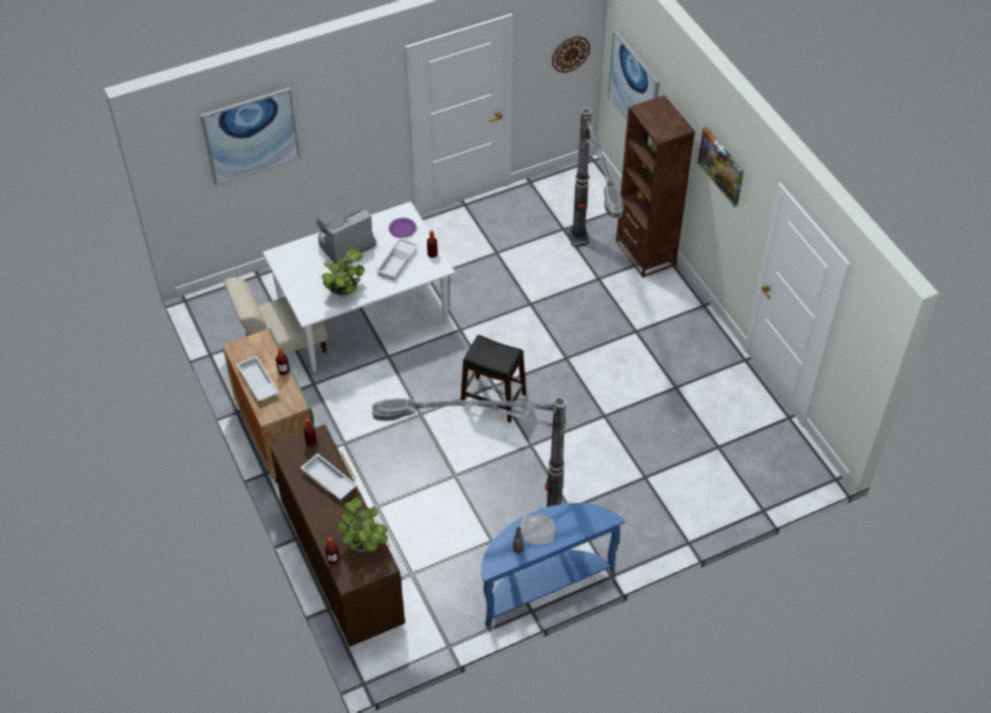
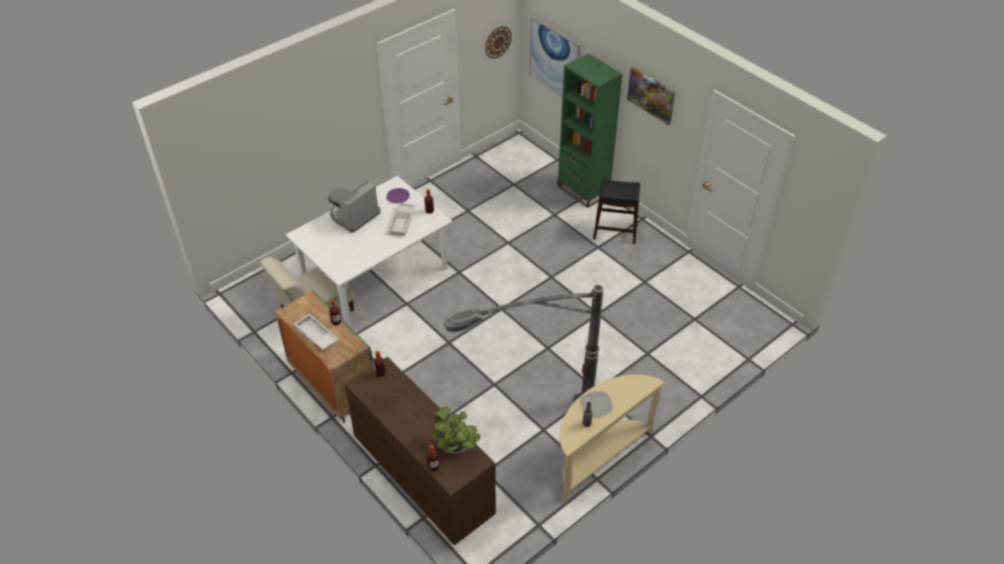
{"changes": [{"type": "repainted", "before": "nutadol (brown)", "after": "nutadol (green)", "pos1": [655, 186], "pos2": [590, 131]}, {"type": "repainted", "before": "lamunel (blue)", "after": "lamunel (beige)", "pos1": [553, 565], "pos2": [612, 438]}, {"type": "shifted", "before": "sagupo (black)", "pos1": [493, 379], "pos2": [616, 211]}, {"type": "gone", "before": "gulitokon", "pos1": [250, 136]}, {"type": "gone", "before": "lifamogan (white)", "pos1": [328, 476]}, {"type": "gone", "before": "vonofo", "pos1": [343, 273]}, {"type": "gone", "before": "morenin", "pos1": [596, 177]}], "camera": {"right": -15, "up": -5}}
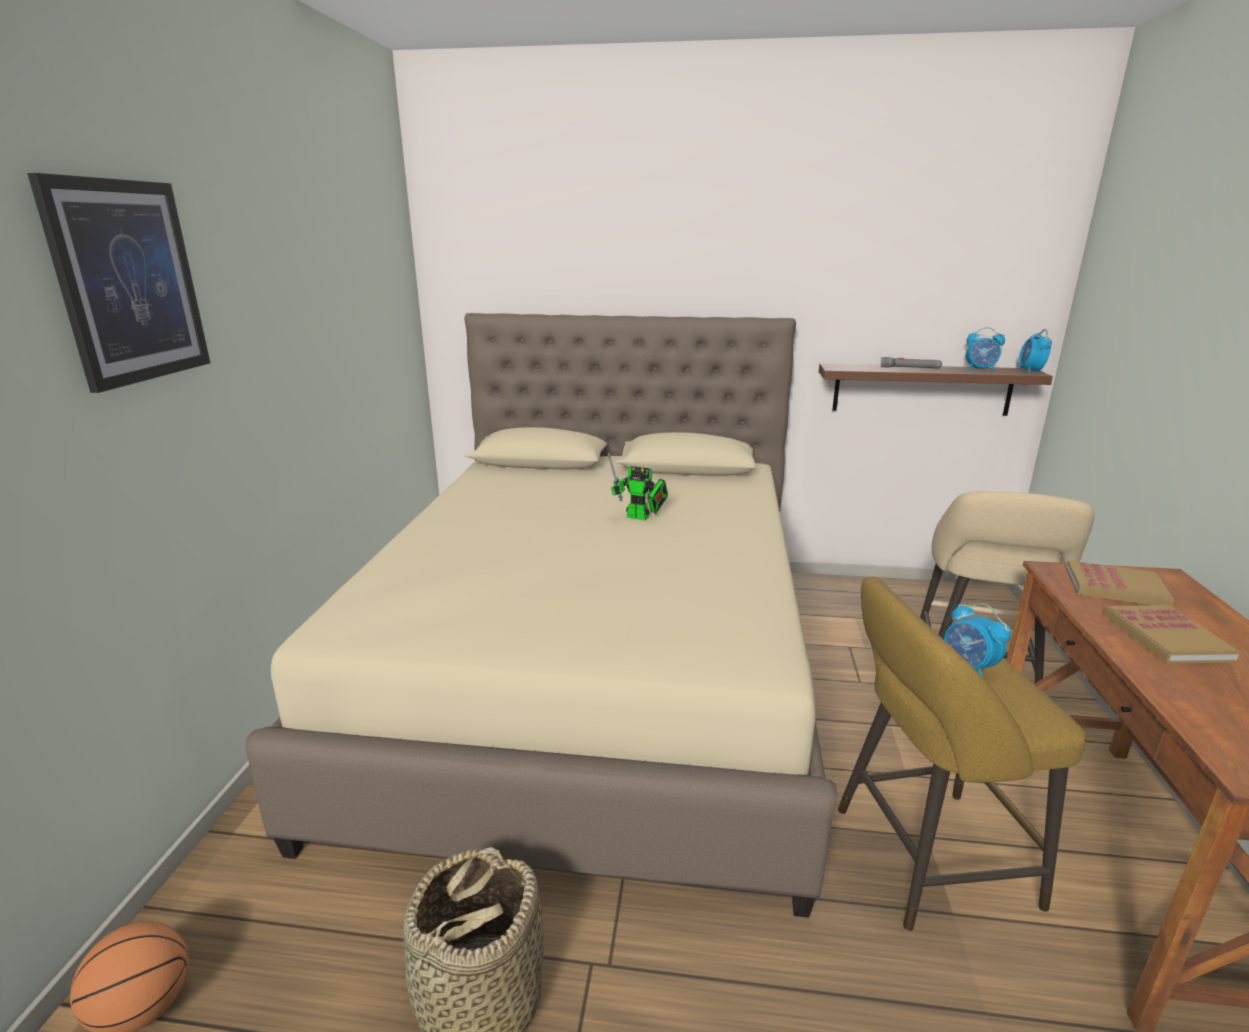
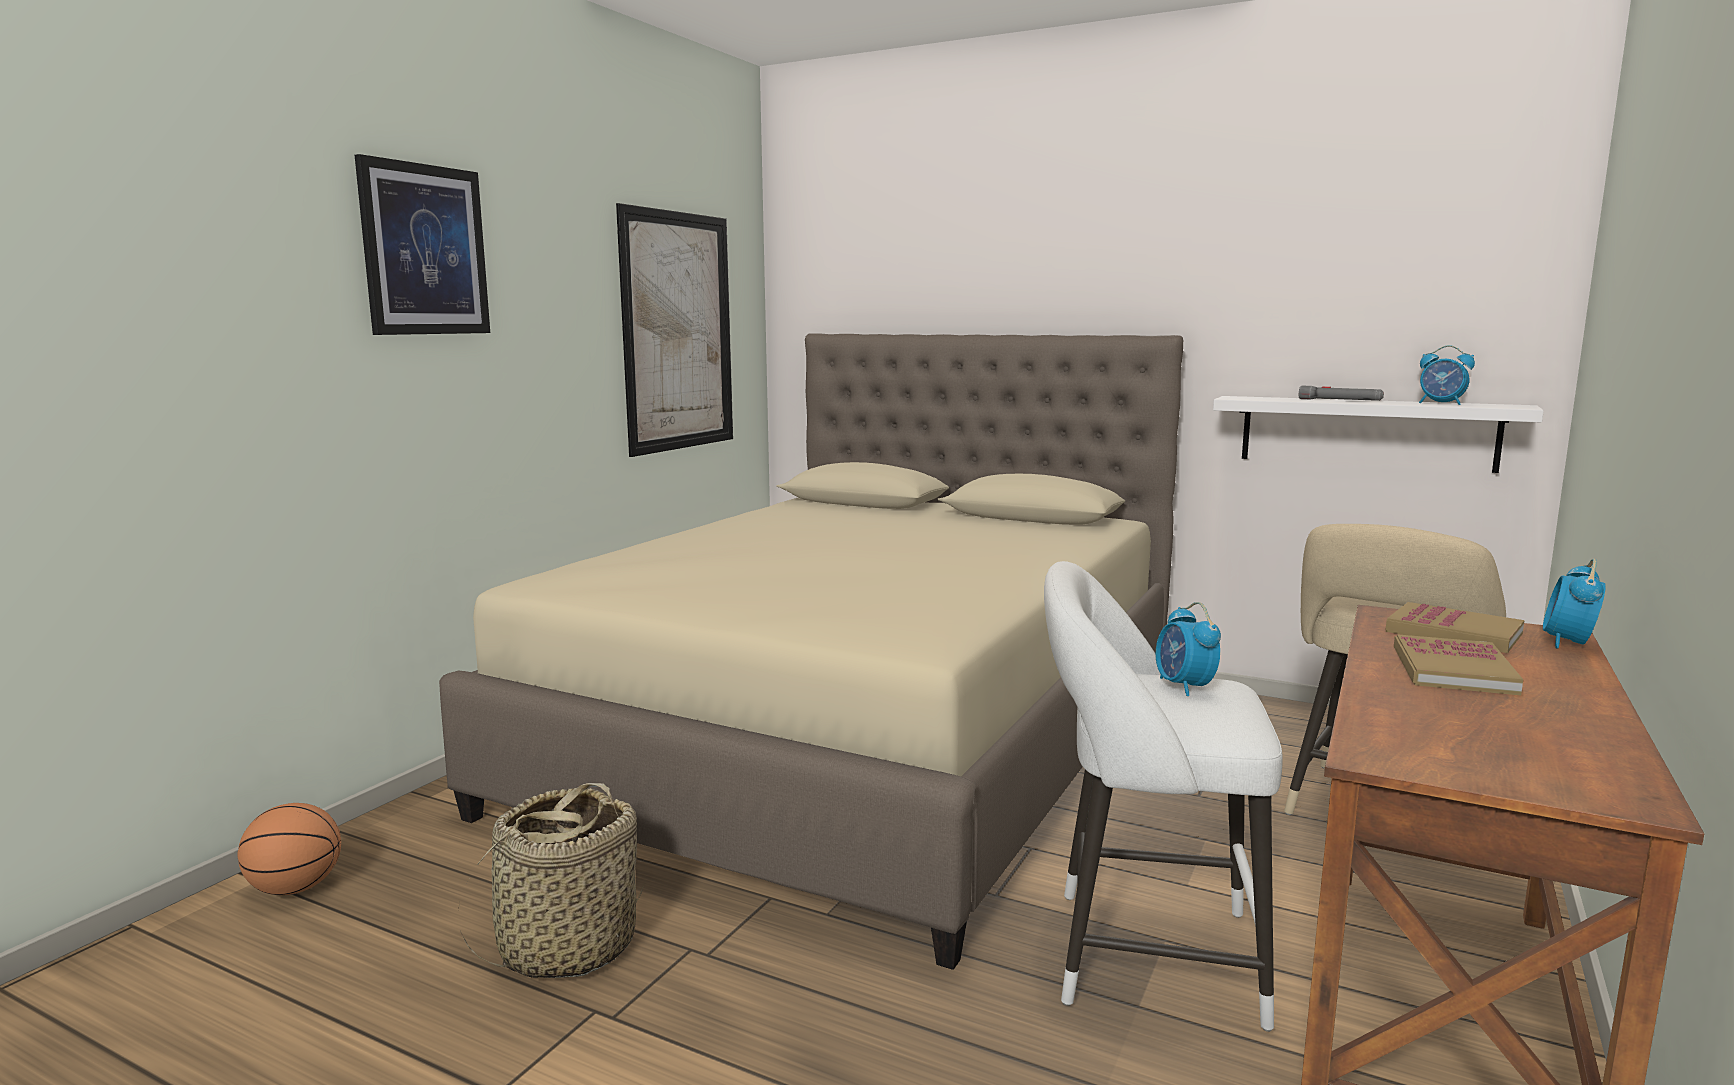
{"changes": [{"type": "new", "after": "gulitokon", "pos2": [674, 330]}, {"type": "repainted", "before": "sagupo (yellow)", "after": "sagupo (white)", "pos1": [962, 753], "pos2": [1163, 796]}, {"type": "repainted", "before": "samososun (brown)", "after": "samososun (white)", "pos1": [936, 390], "pos2": [1378, 434]}, {"type": "shifted", "before": "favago", "pos1": [1035, 351], "pos2": [1574, 603]}, {"type": "gone", "before": "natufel", "pos1": [638, 486]}], "camera": {"right": 20, "up": -10}}
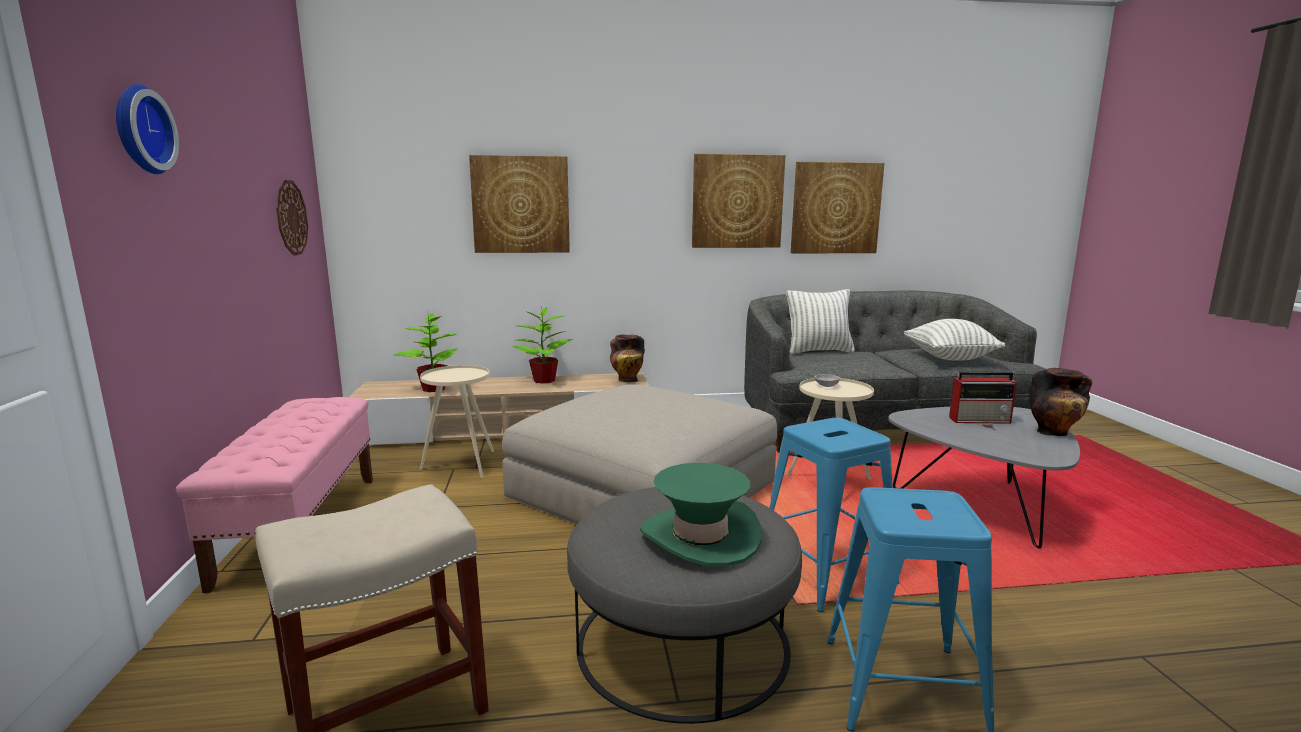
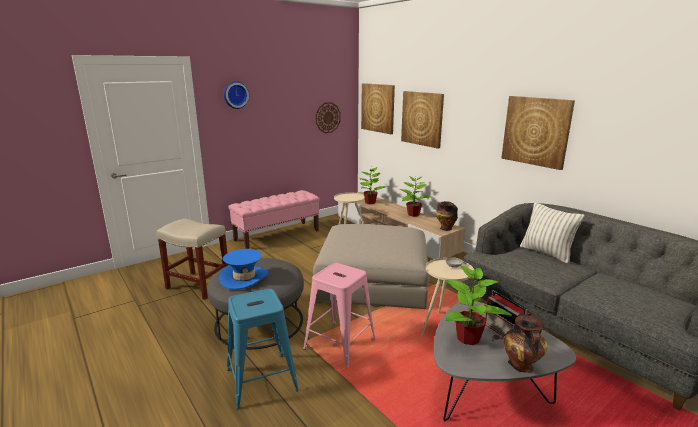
{"changes": [{"type": "repainted", "before": "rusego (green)", "after": "rusego (blue)", "pos1": [701, 514], "pos2": [244, 269]}, {"type": "repainted", "before": "sagupo (blue)", "after": "sagupo (pink)", "pos1": [834, 515], "pos2": [339, 315]}, {"type": "shifted", "before": "gulitokon", "pos1": [837, 208], "pos2": [378, 108]}, {"type": "new", "after": "vonofo", "pos2": [478, 305]}, {"type": "gone", "before": "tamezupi", "pos1": [954, 340]}], "camera": {"right": 60, "up": 5}}
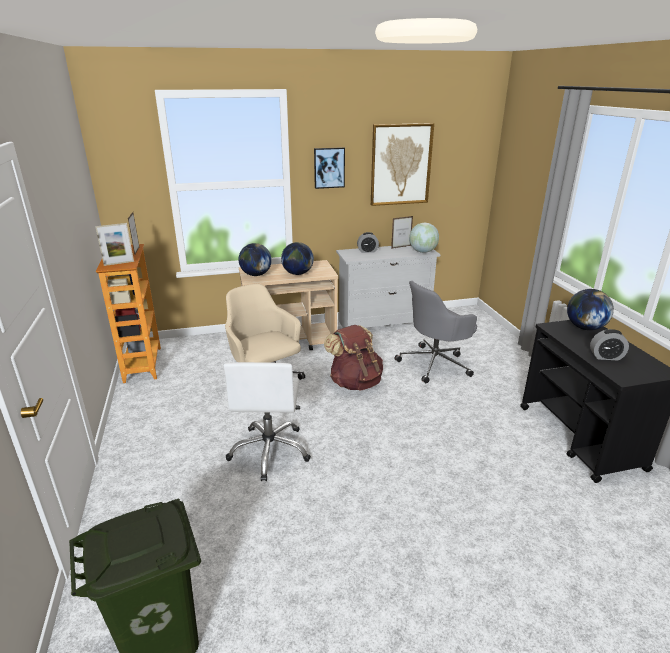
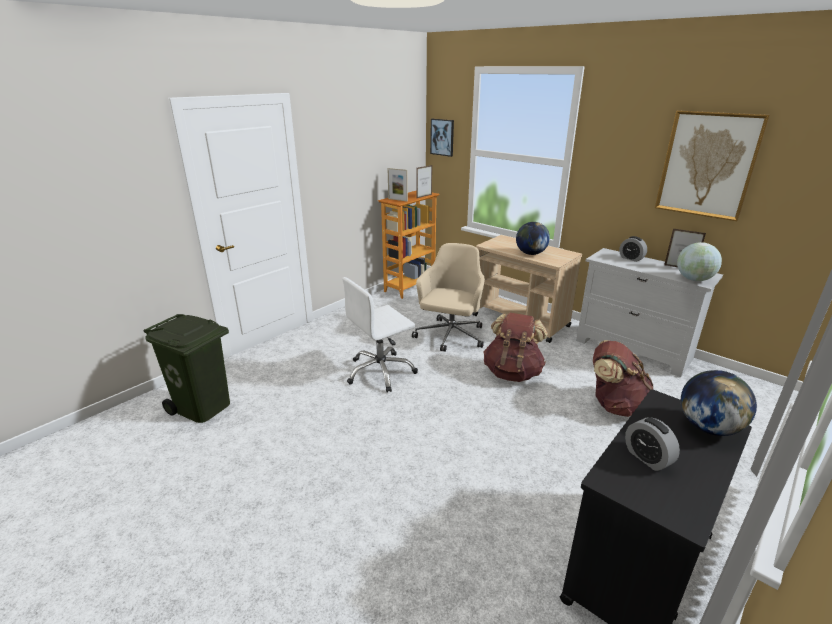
{"changes": [{"type": "shifted", "before": "gulitokon", "pos1": [329, 168], "pos2": [442, 138]}, {"type": "swapped", "before": "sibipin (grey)", "after": "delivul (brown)", "pos1": [435, 332], "pos2": [623, 378]}, {"type": "gone", "before": "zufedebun", "pos1": [255, 259]}], "camera": {"right": 55, "up": 0}}
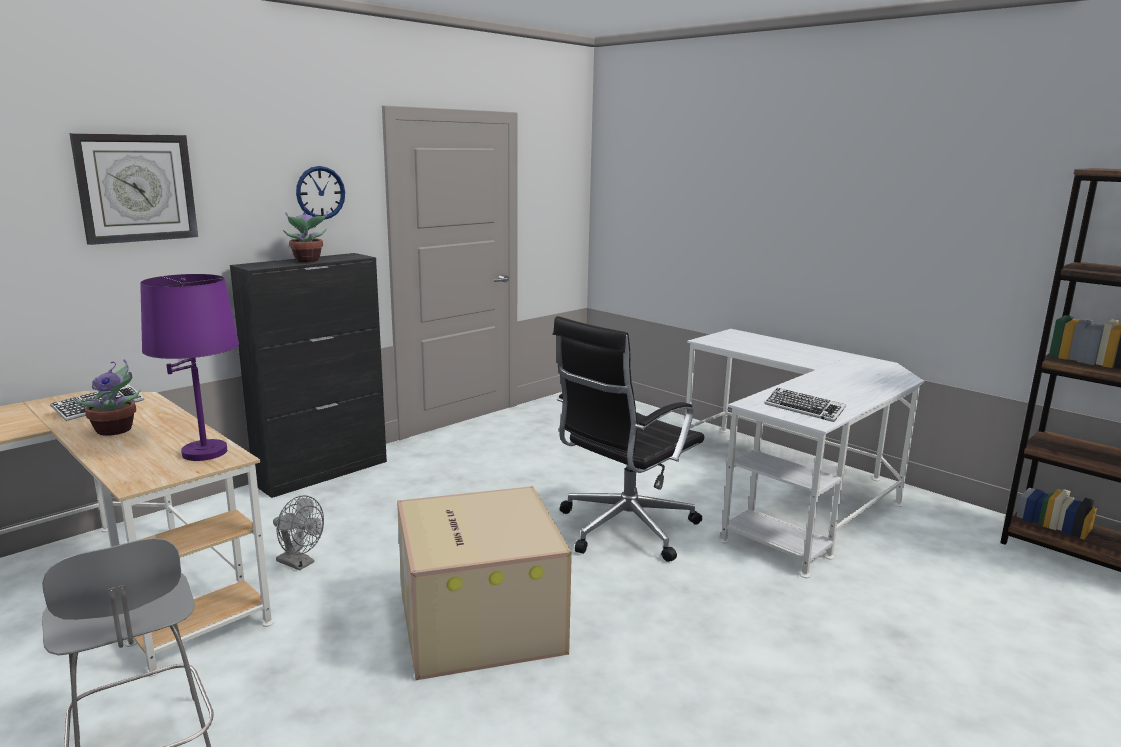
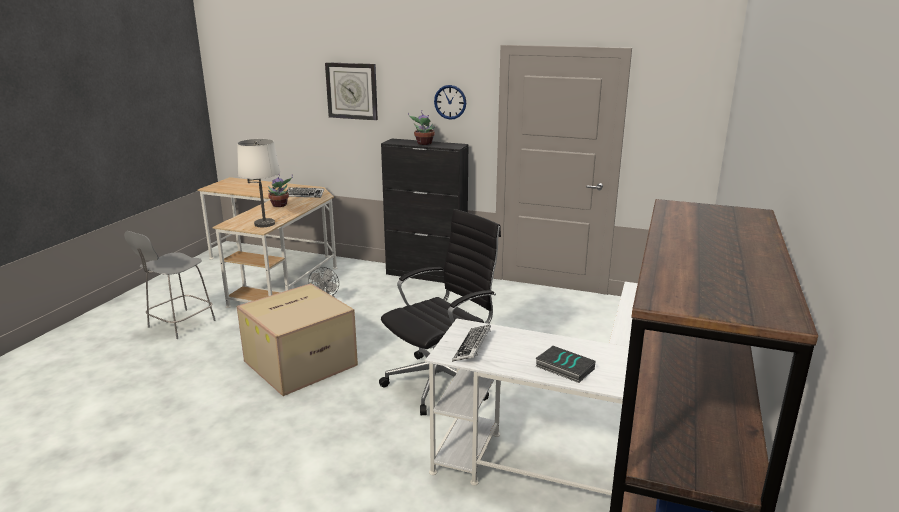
{"changes": [{"type": "repainted", "before": "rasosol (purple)", "after": "rasosol (white)", "pos1": [189, 367], "pos2": [258, 183]}, {"type": "rotated", "before": "sibipin (black)", "pos1": [628, 439], "pos2": [440, 312], "turn": 120}, {"type": "new", "after": "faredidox", "pos2": [566, 364]}], "camera": {"right": 65, "up": 5}}
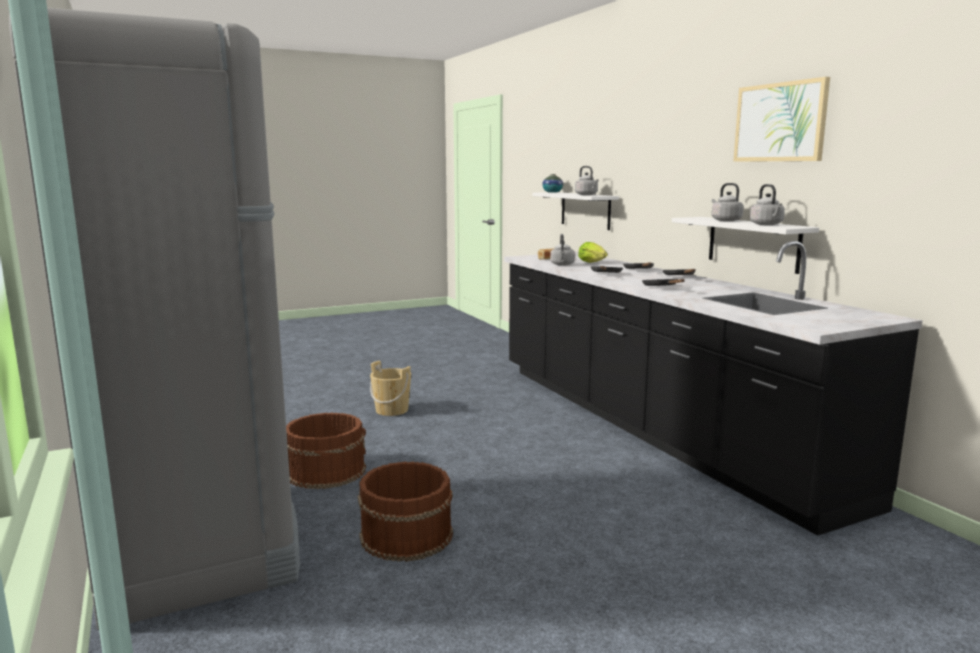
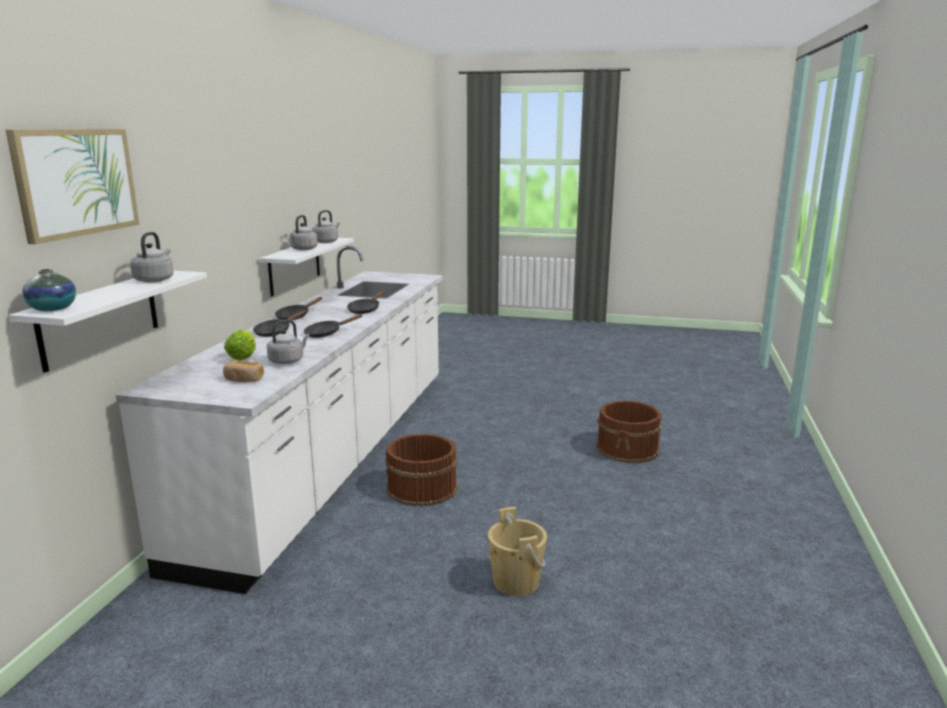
{"changes": [{"type": "shifted", "before": "gulitokon", "pos1": [781, 119], "pos2": [72, 186]}, {"type": "repainted", "before": "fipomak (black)", "after": "fipomak (white)", "pos1": [713, 388], "pos2": [279, 420]}, {"type": "shifted", "before": "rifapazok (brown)", "pos1": [326, 451], "pos2": [421, 470]}, {"type": "gone", "before": "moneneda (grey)", "pos1": [154, 319]}], "camera": {"right": -140, "up": 5}}
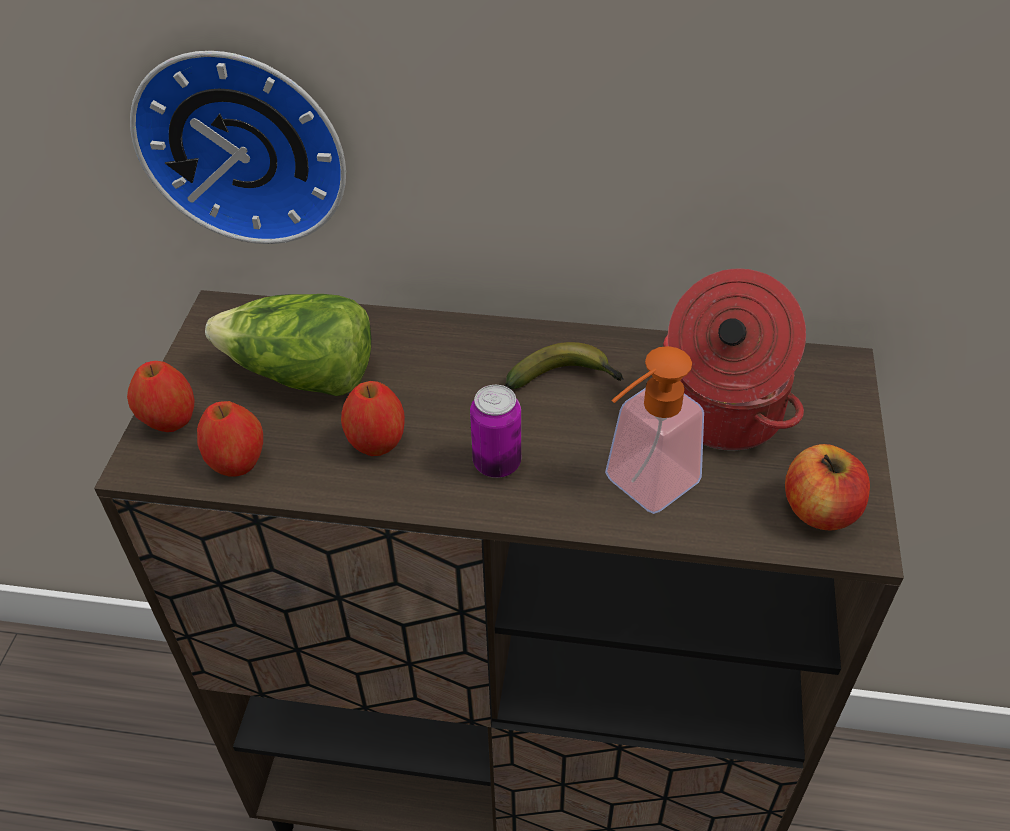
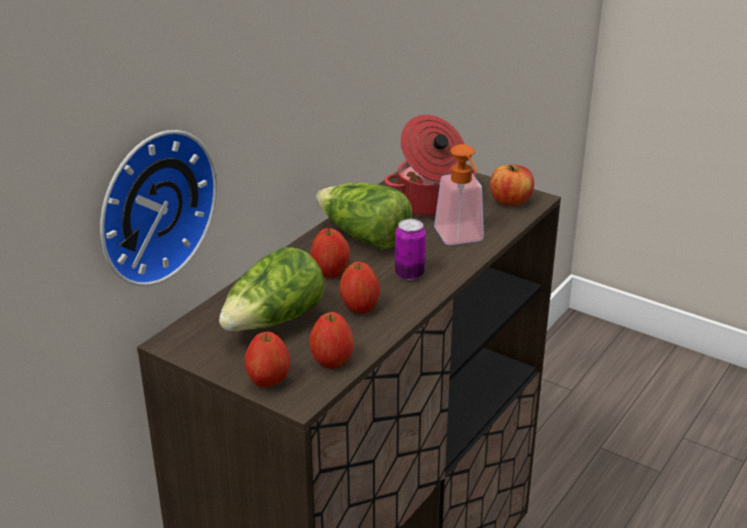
{"changes": [{"type": "new", "after": "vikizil", "pos2": [330, 253]}, {"type": "swapped", "before": "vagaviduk", "after": "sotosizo", "pos1": [564, 366], "pos2": [364, 216]}], "camera": {"right": -65, "up": -15}}
